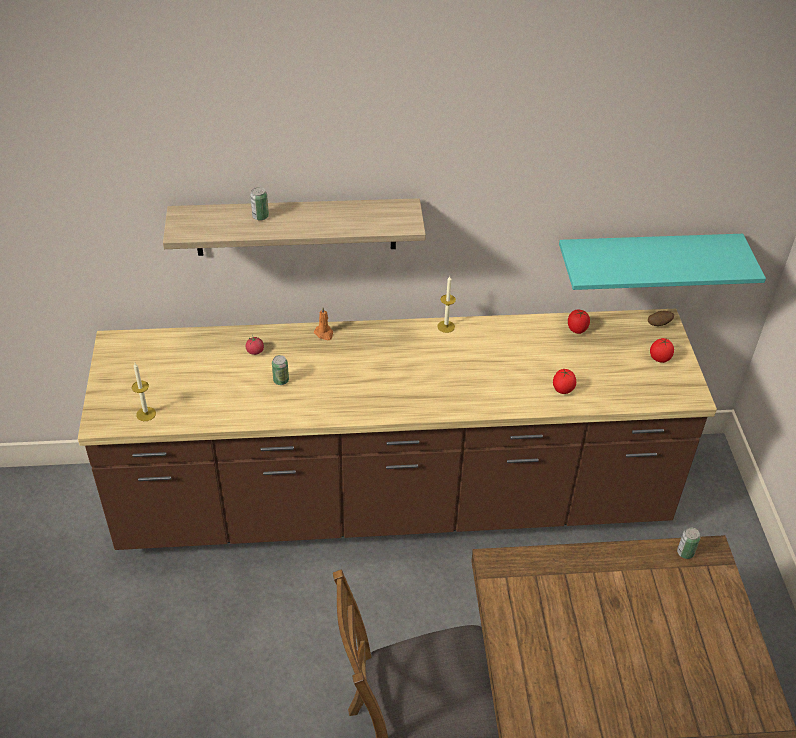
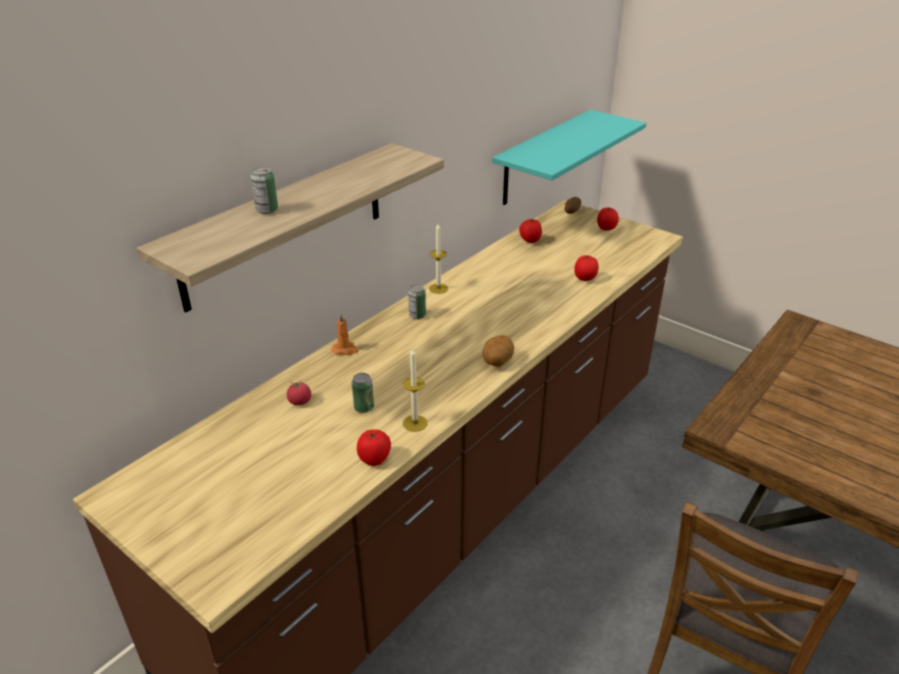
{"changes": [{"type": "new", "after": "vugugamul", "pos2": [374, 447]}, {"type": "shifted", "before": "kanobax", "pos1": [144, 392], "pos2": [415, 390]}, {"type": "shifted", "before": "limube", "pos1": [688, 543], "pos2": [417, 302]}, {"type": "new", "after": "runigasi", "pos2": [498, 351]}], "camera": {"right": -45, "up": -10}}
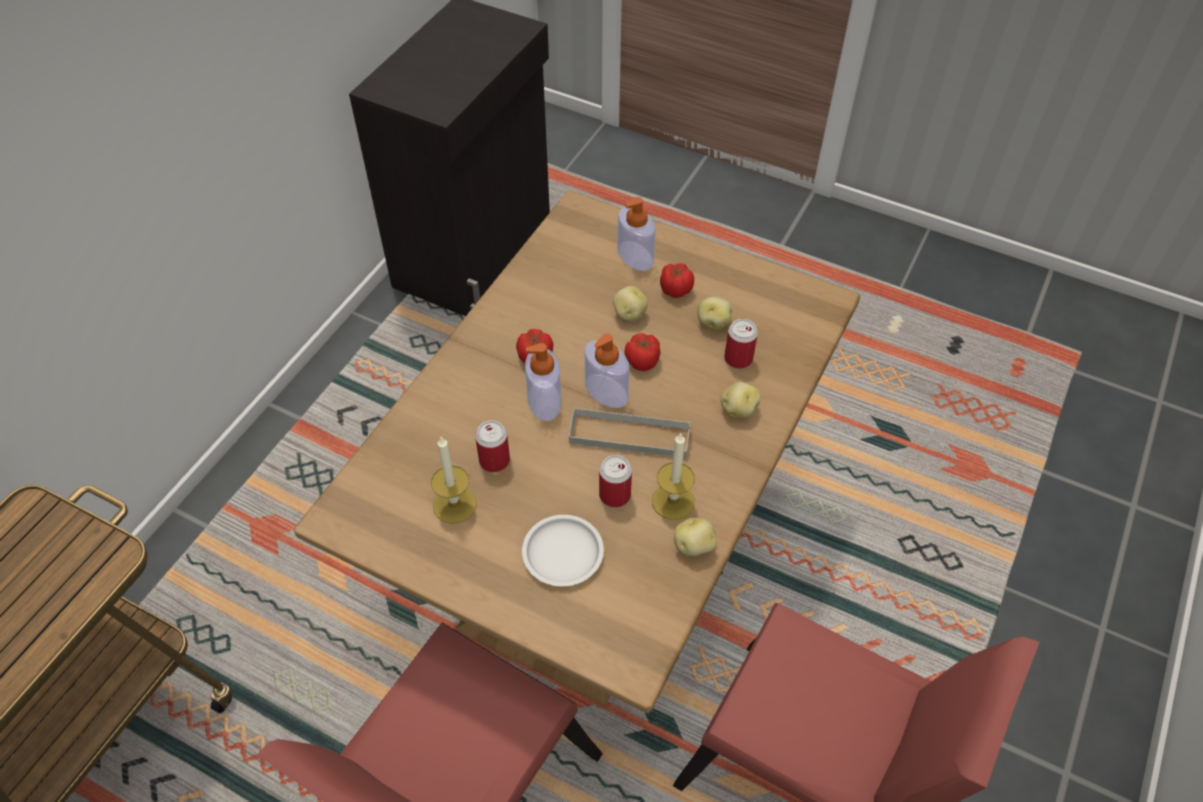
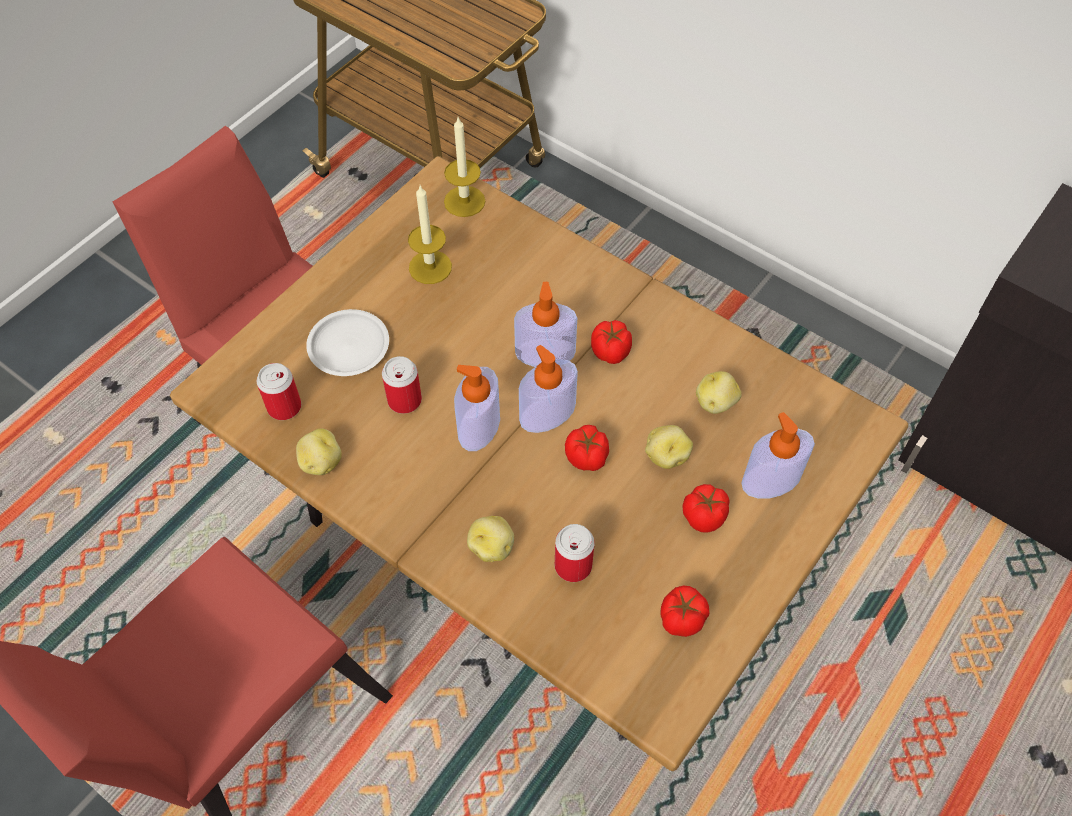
{"changes": [{"type": "shifted", "before": "limube", "pos1": [492, 446], "pos2": [279, 391]}, {"type": "shifted", "before": "kanobax", "pos1": [673, 476], "pos2": [464, 167]}, {"type": "swapped", "before": "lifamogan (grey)", "after": "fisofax", "pos1": [630, 432], "pos2": [477, 408]}, {"type": "new", "after": "vugugamul", "pos2": [684, 611]}, {"type": "shifted", "before": "runigasi", "pos1": [714, 313], "pos2": [719, 392]}], "camera": {"right": 100, "up": 5}}
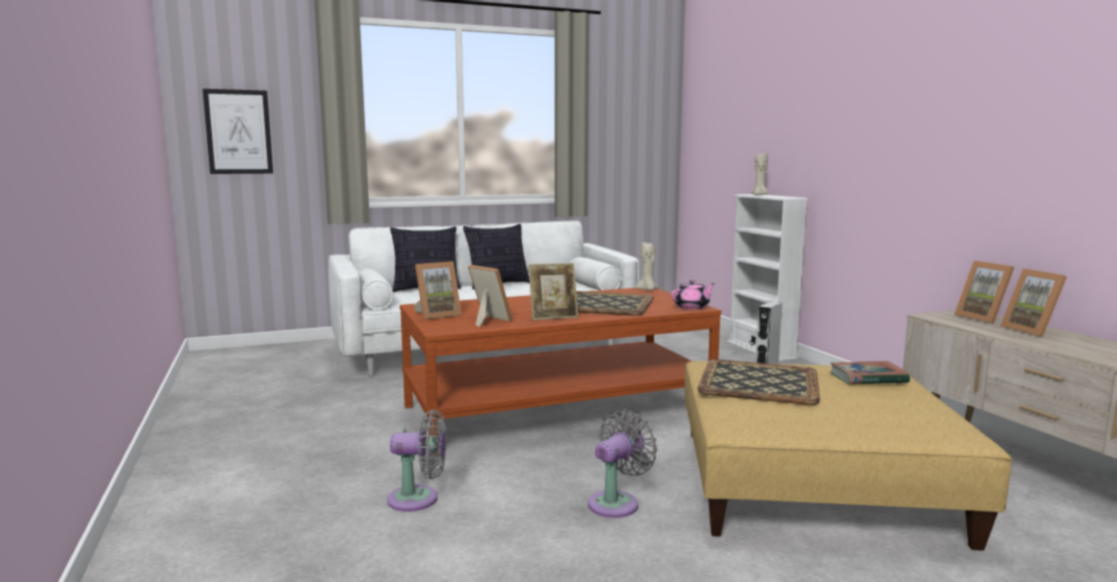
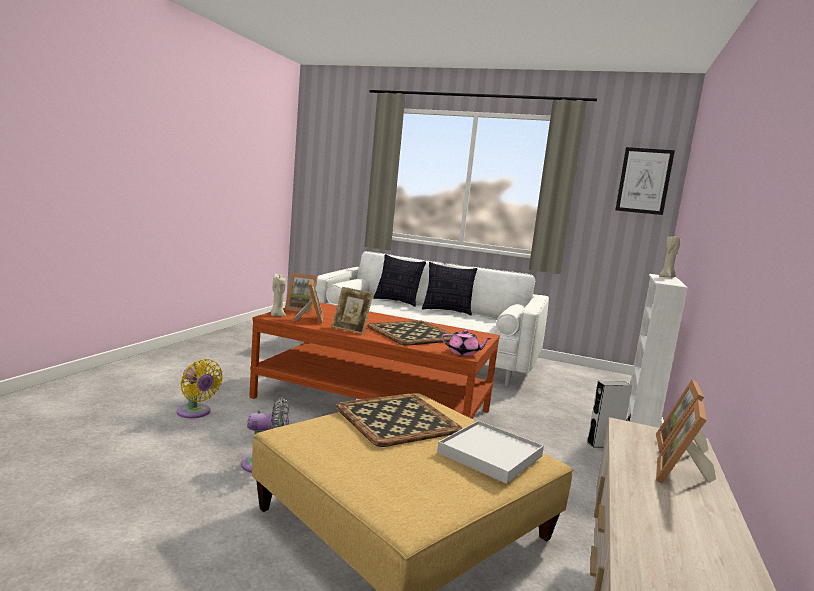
{"changes": [{"type": "repainted", "before": "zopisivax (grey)", "after": "zopisivax (yellow)", "pos1": [416, 461], "pos2": [200, 388]}, {"type": "shifted", "before": "kanobax (beige)", "pos1": [647, 266], "pos2": [278, 295]}, {"type": "swapped", "before": "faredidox", "after": "lifamogan (white)", "pos1": [870, 372], "pos2": [490, 452]}, {"type": "shifted", "before": "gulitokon", "pos1": [238, 131], "pos2": [645, 181]}], "camera": {"right": 40, "up": 0}}
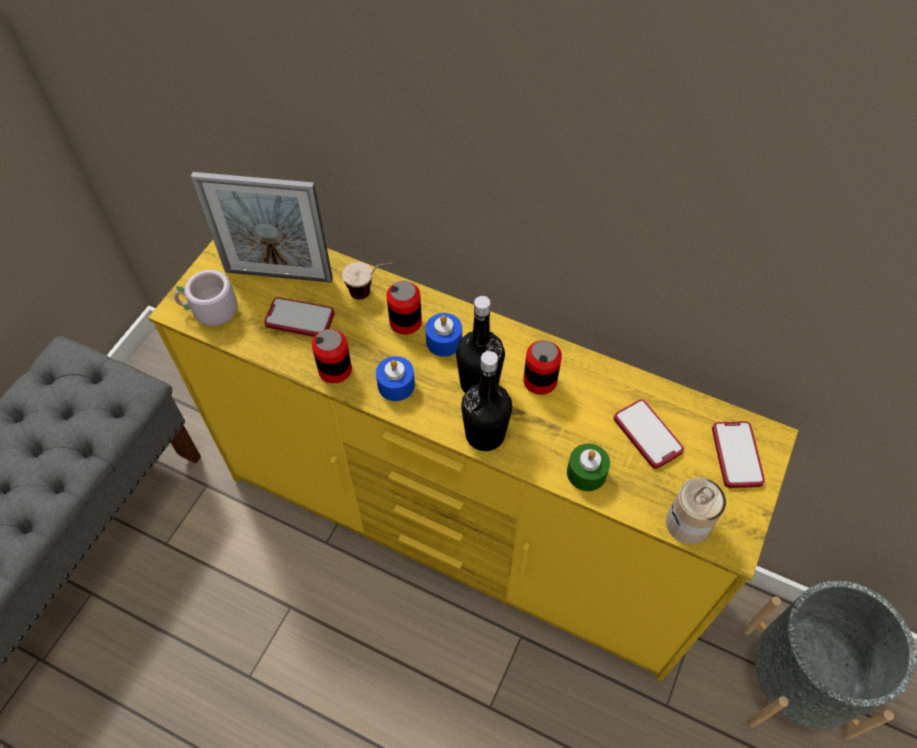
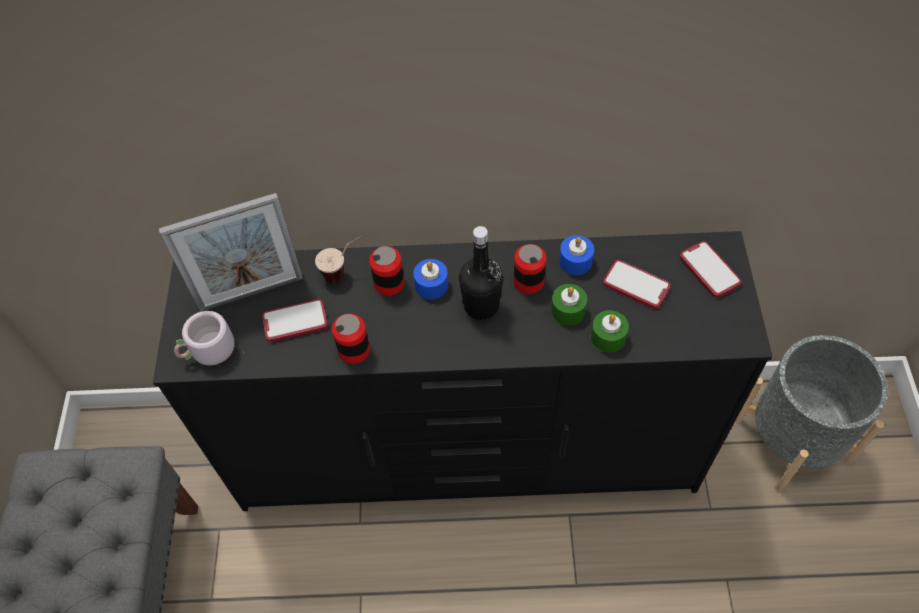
{"changes": [{"type": "repainted", "before": "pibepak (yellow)", "after": "pibepak (black)", "pos1": [473, 461], "pos2": [463, 371]}, {"type": "new", "after": "kanobax (green)", "pos2": [569, 304]}, {"type": "shifted", "before": "kanobax (blue)", "pos1": [395, 378], "pos2": [576, 255]}, {"type": "gone", "before": "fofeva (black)", "pos1": [486, 401]}, {"type": "gone", "before": "limube", "pos1": [696, 510]}], "camera": {"right": -25, "up": 0}}
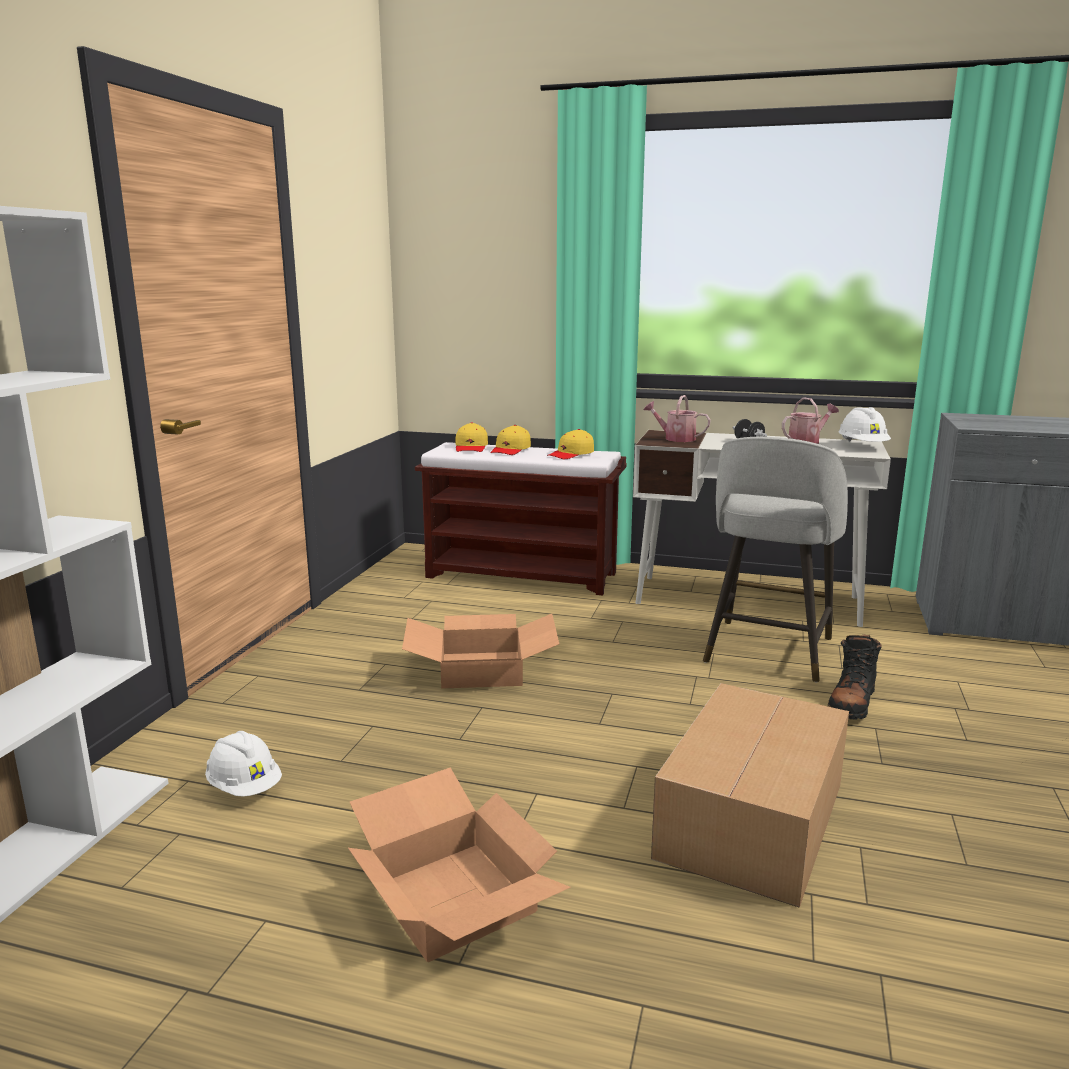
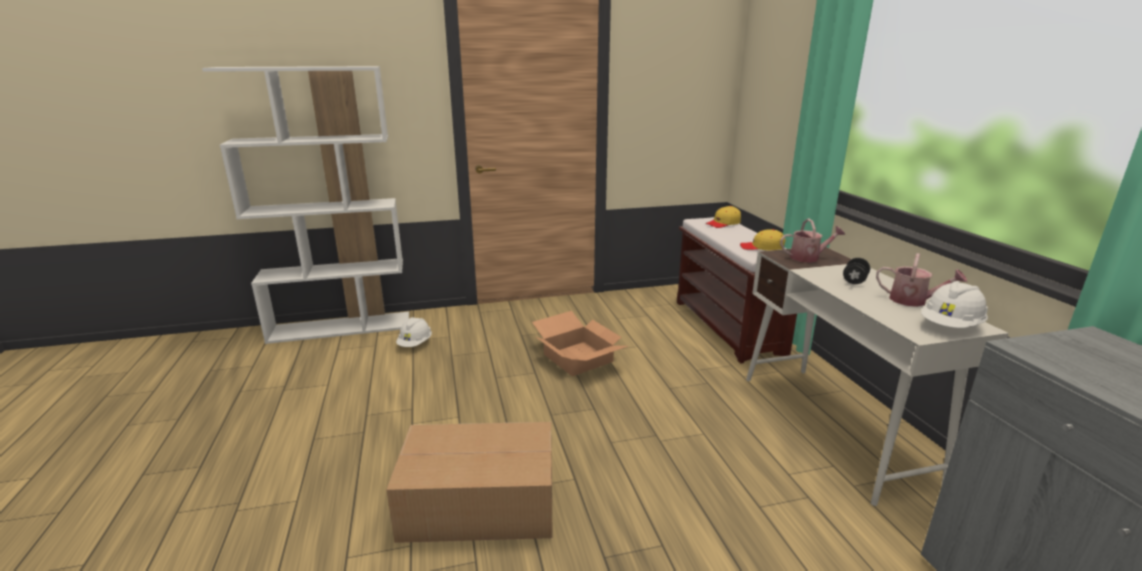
{"changes": [{"type": "rotated", "before": "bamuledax", "pos1": [677, 418], "pos2": [812, 241], "turn": 90}, {"type": "gone", "before": "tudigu", "pos1": [459, 864]}, {"type": "gone", "before": "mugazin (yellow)", "pos1": [510, 440]}, {"type": "gone", "before": "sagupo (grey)", "pos1": [775, 559]}, {"type": "gone", "before": "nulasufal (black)", "pos1": [854, 677]}], "camera": {"right": 60, "up": 5}}
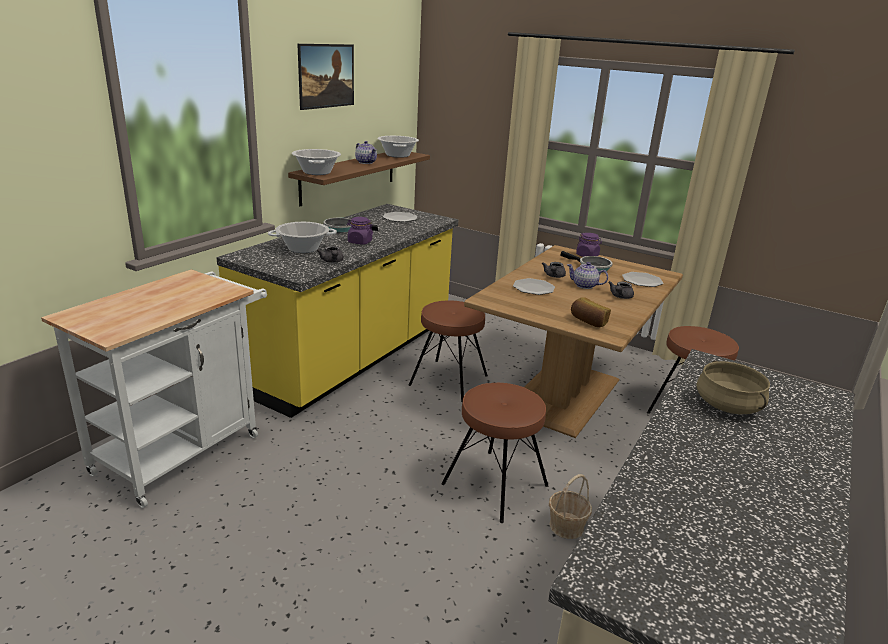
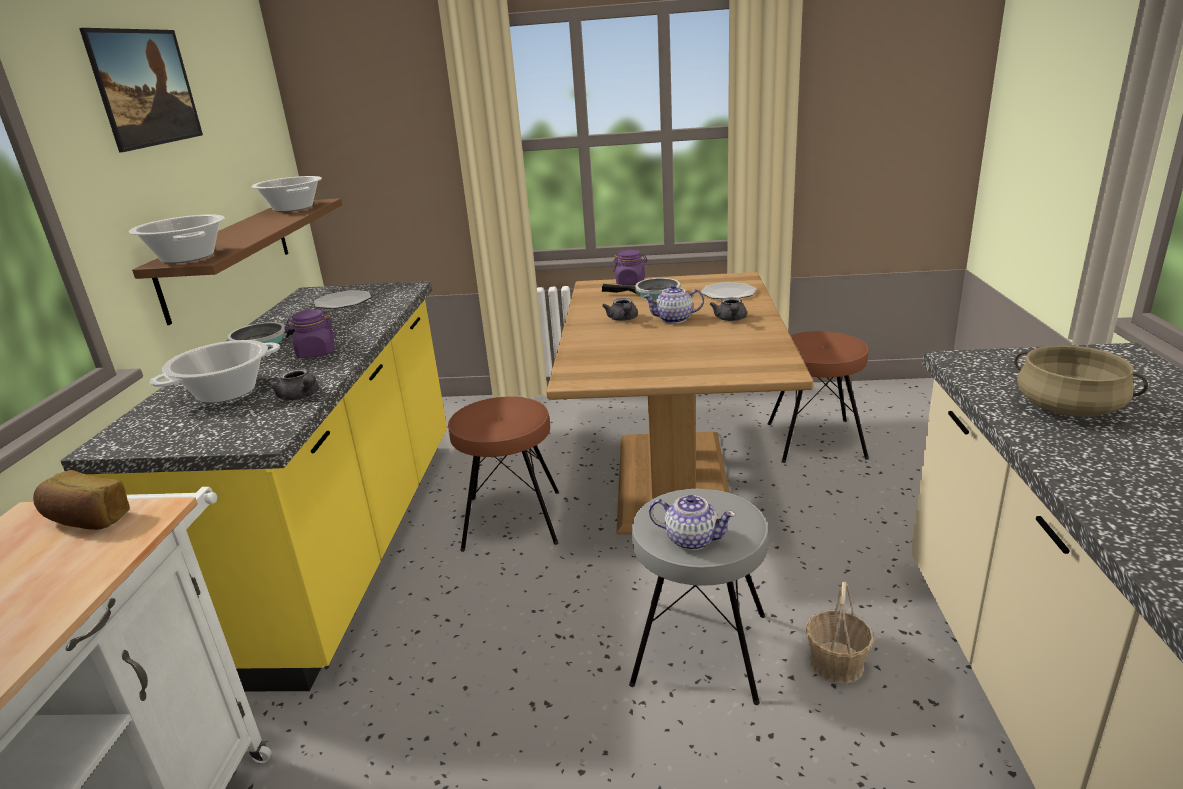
{"changes": [{"type": "shifted", "before": "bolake", "pos1": [591, 312], "pos2": [81, 500]}, {"type": "repainted", "before": "sagupo (brown)", "after": "sagupo (grey)", "pos1": [495, 453], "pos2": [698, 597]}, {"type": "shifted", "before": "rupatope", "pos1": [366, 152], "pos2": [692, 522]}, {"type": "gone", "before": "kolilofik", "pos1": [534, 286]}], "camera": {"right": -25, "up": 0}}
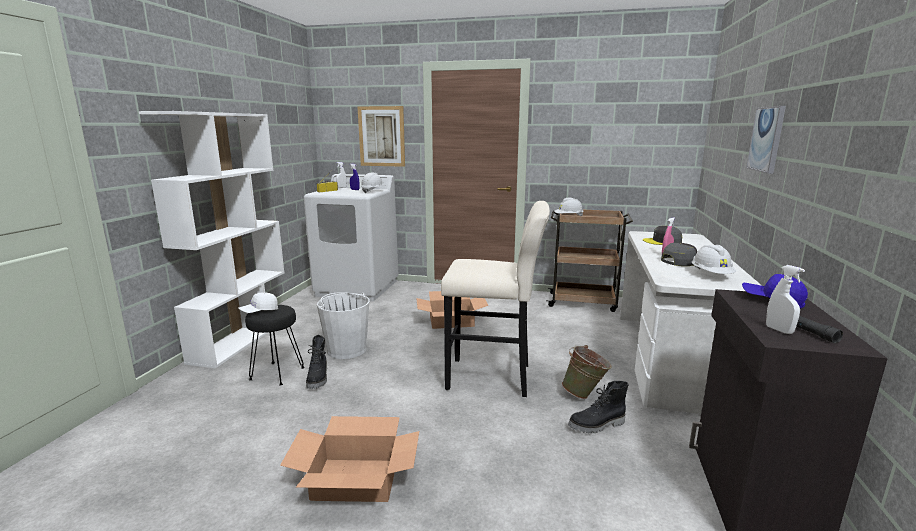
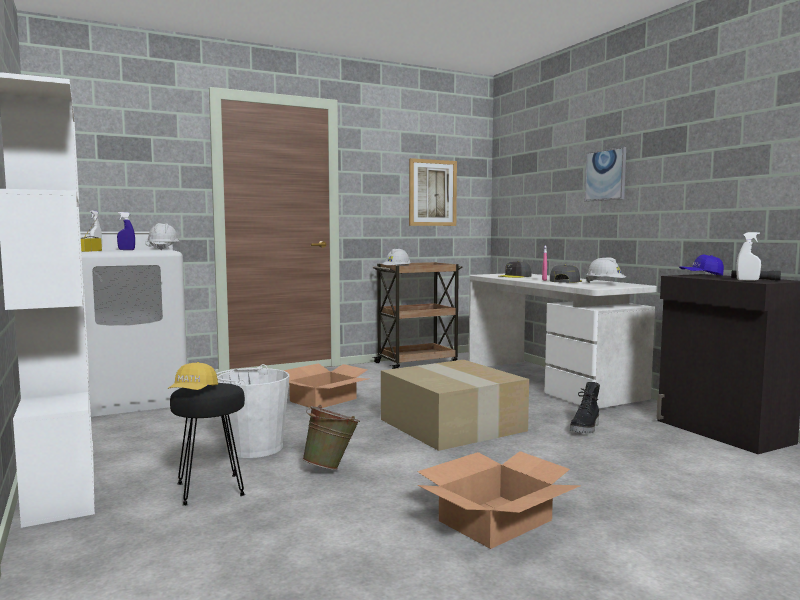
{"changes": [{"type": "repainted", "before": "mugazin (white)", "after": "mugazin (yellow)", "pos1": [258, 302], "pos2": [193, 376]}, {"type": "shifted", "before": "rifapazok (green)", "pos1": [587, 372], "pos2": [331, 437]}, {"type": "swapped", "before": "sagupo (beige)", "after": "tudigu", "pos1": [495, 299], "pos2": [455, 405]}, {"type": "shifted", "before": "gulitokon", "pos1": [381, 136], "pos2": [433, 192]}, {"type": "gone", "before": "nulasufal (black)", "pos1": [316, 362]}], "camera": {"right": -40, "up": -10}}
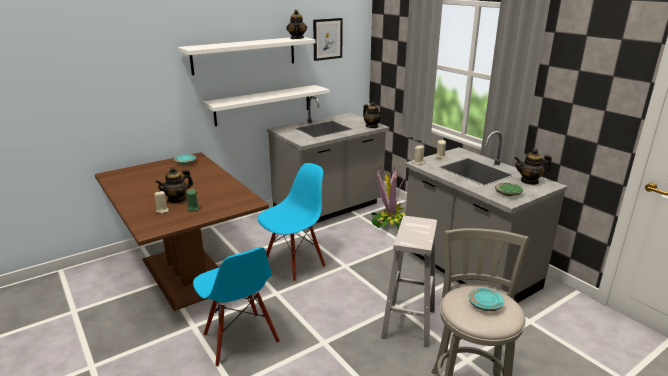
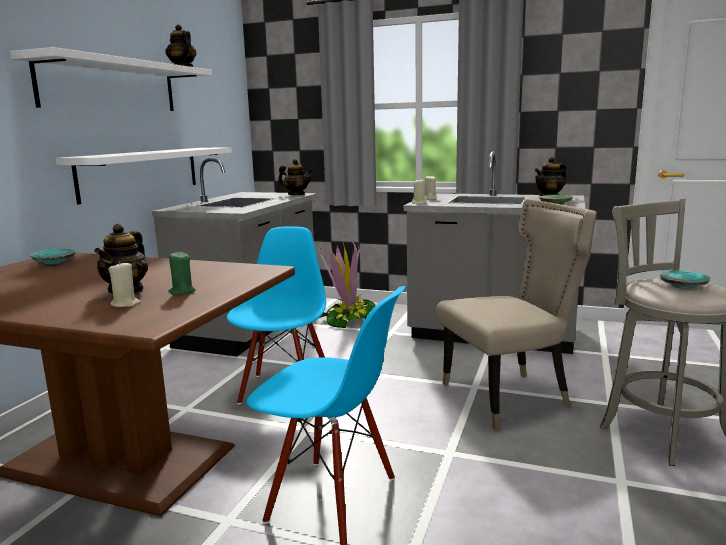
{"changes": [{"type": "swapped", "before": "sagupo (white)", "after": "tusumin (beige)", "pos1": [409, 281], "pos2": [516, 314]}, {"type": "gone", "before": "gulitokon", "pos1": [328, 39]}], "camera": {"right": -35, "up": -10}}
